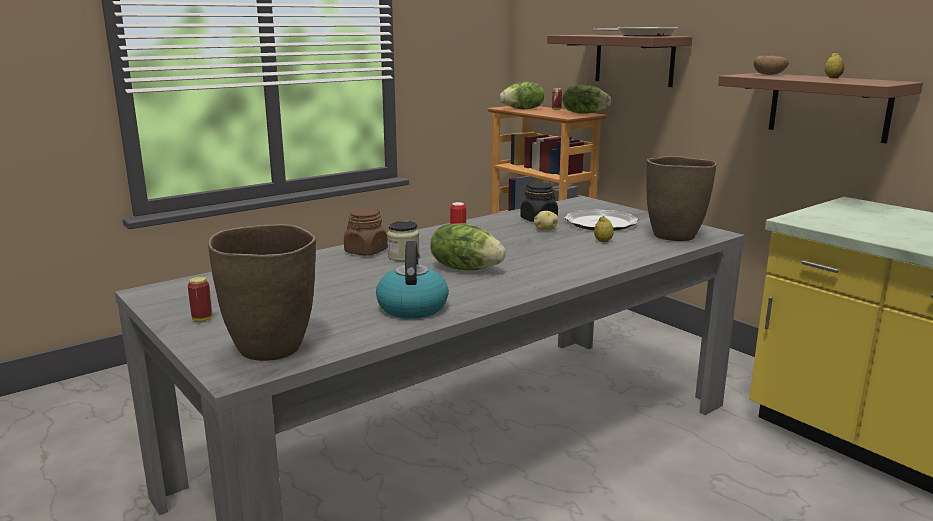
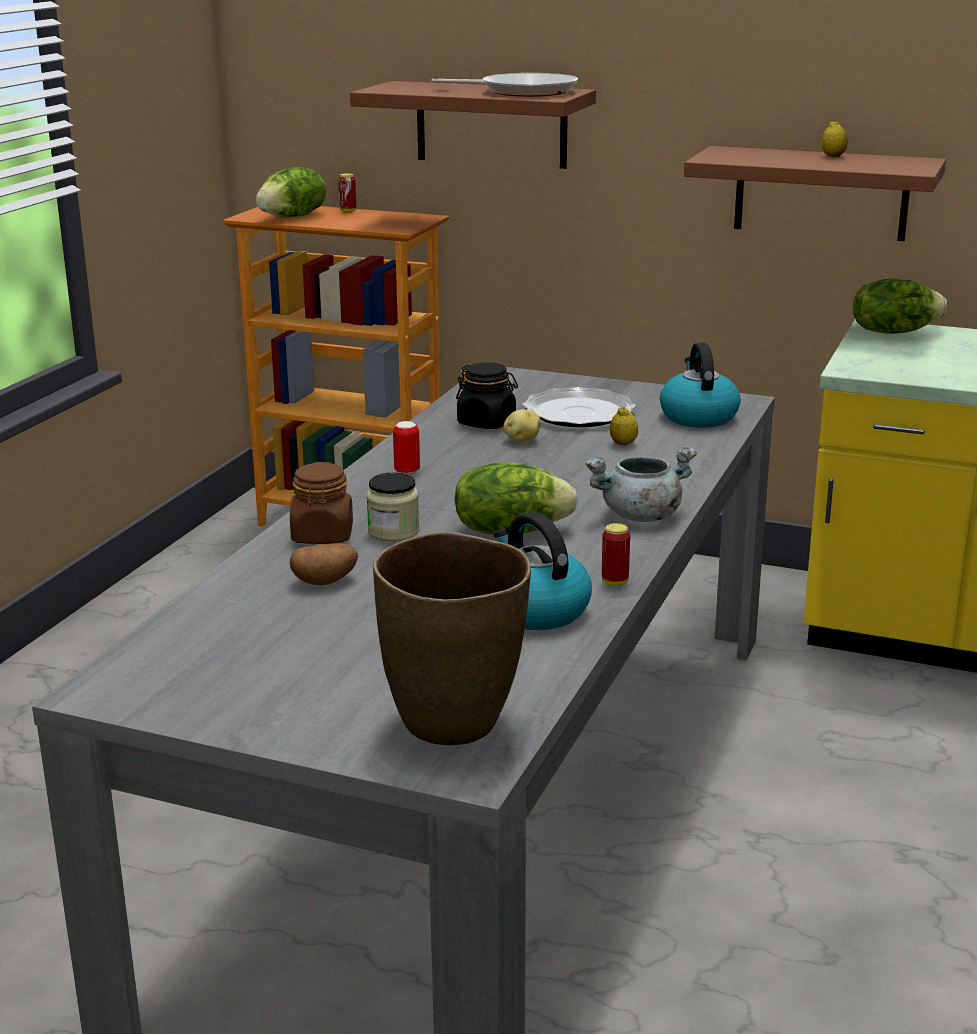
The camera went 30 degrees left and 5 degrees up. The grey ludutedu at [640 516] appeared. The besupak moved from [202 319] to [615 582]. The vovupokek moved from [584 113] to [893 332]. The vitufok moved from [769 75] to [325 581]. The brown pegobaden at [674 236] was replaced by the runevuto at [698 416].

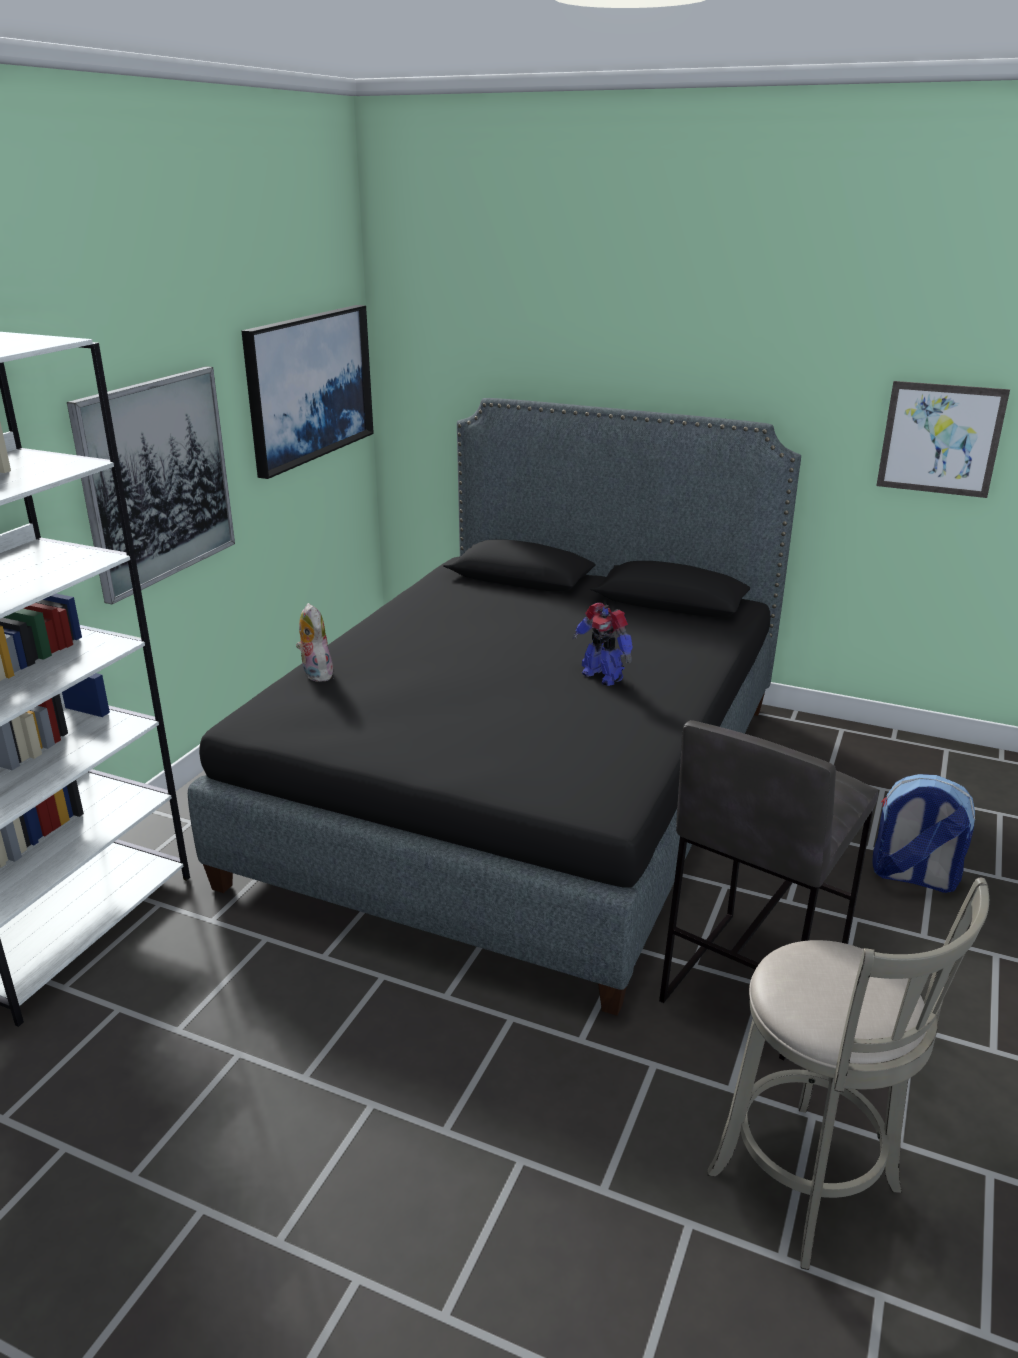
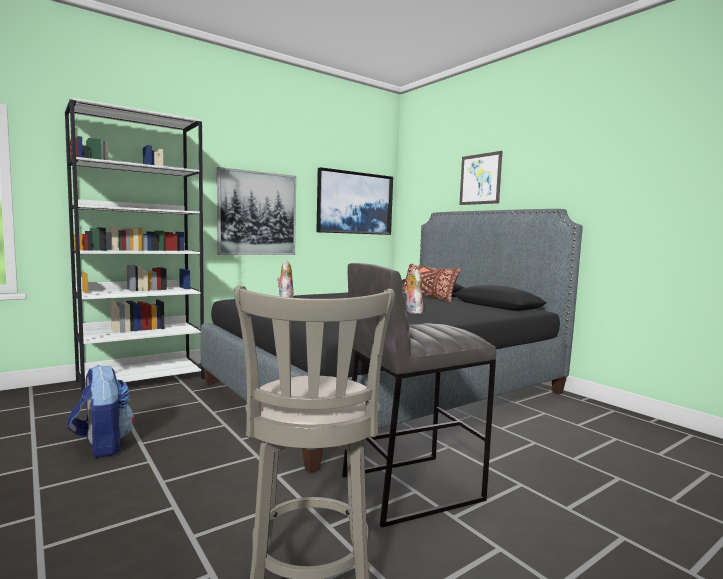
The camera went 30 degrees right and 20 degrees down. The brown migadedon at [428 297] appeared. The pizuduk moved from [913 877] to [102 446]. The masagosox moved from [940 439] to [480 179]. The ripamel at [602 676] was replaced by the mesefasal at [412 312].

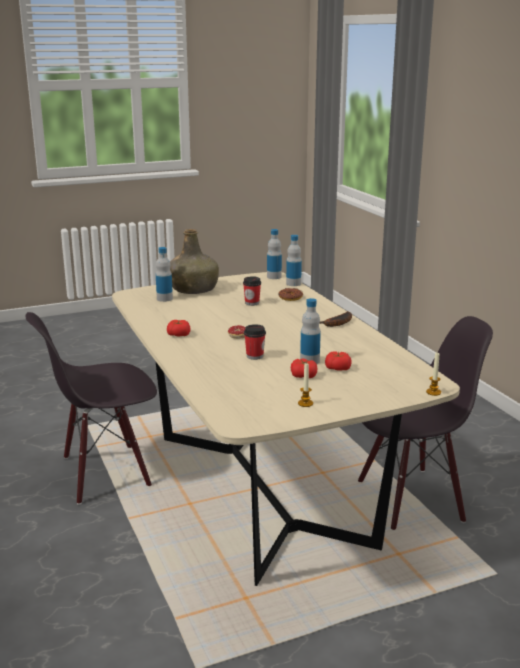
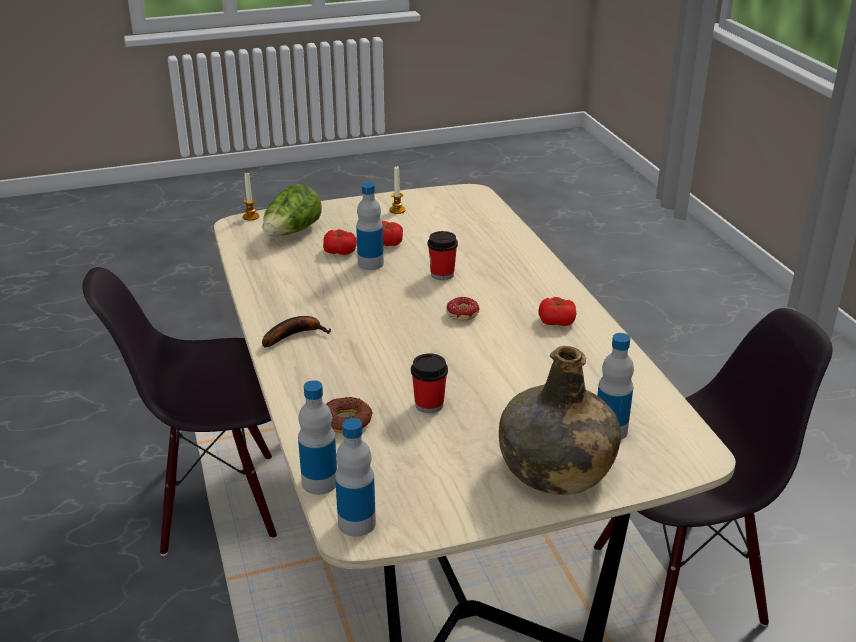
The camera went 175 degrees left and 10 degrees up. The vovupokek at [292 233] appeared.

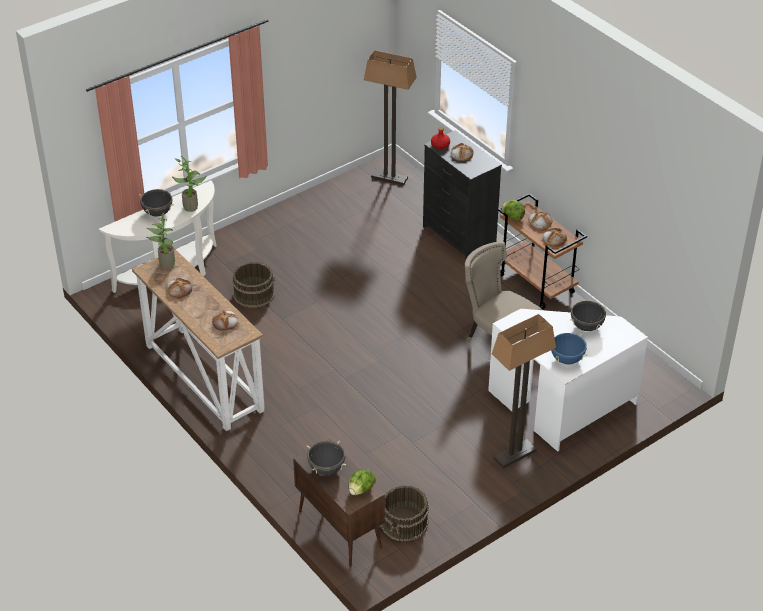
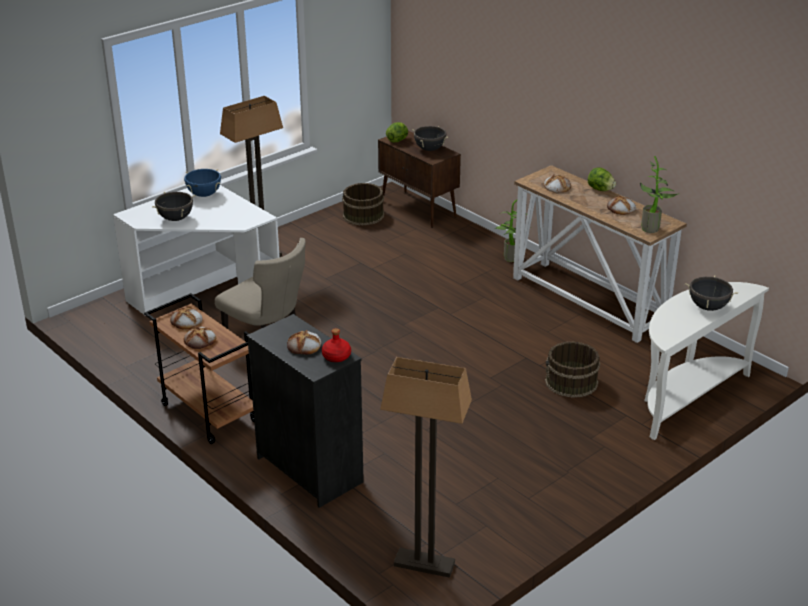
The camera went 175 degrees right and 10 degrees down. The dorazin moved from [192 206] to [510 259]. The vovupokek moved from [512 217] to [600 189].

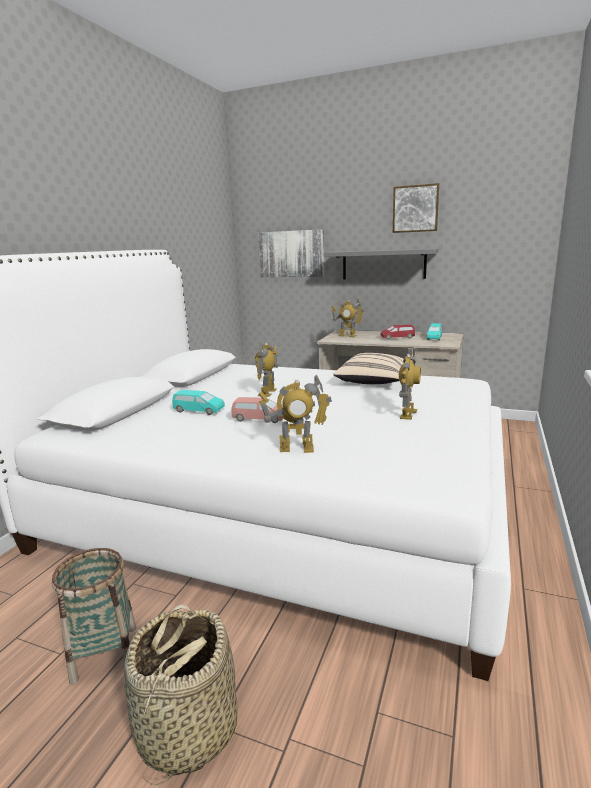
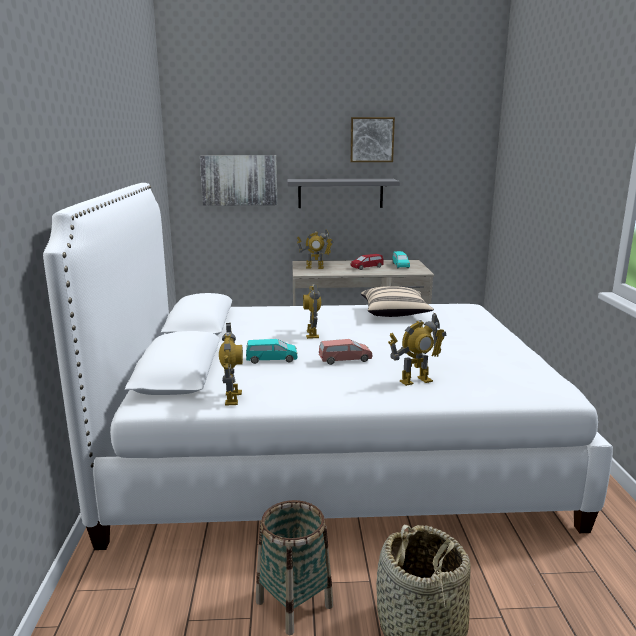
The camera went 25 degrees left and 0 degrees up. The ripamel moved from [407 414] to [232 398].

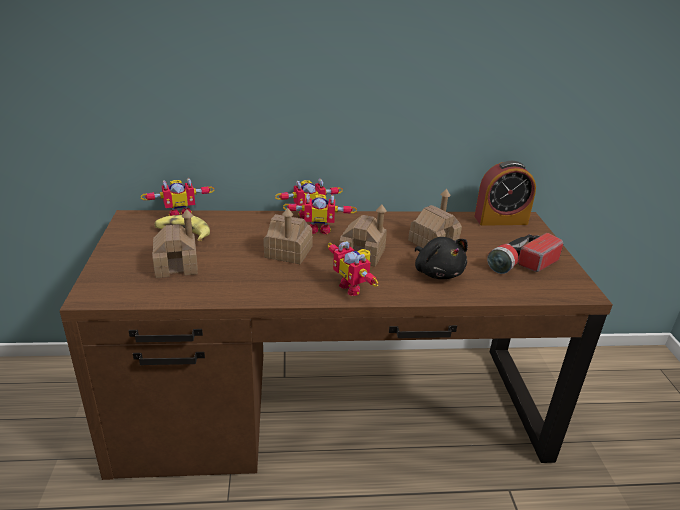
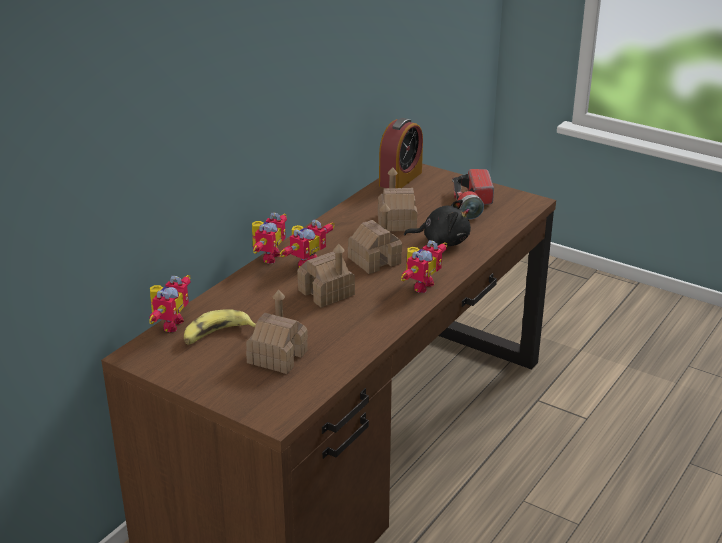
The camera went 50 degrees left and 0 degrees up. The ripamel at [354 287] turned 60 degrees counterclockwise.

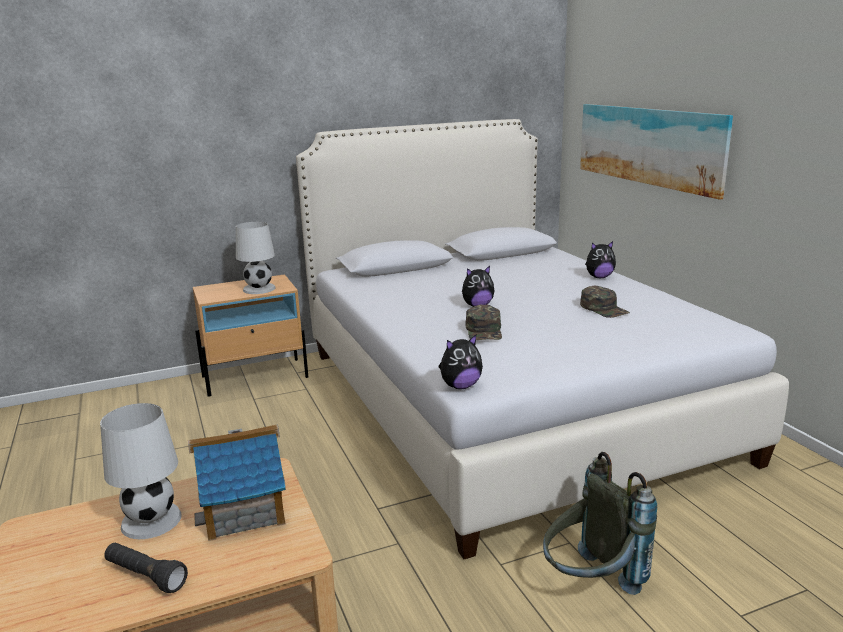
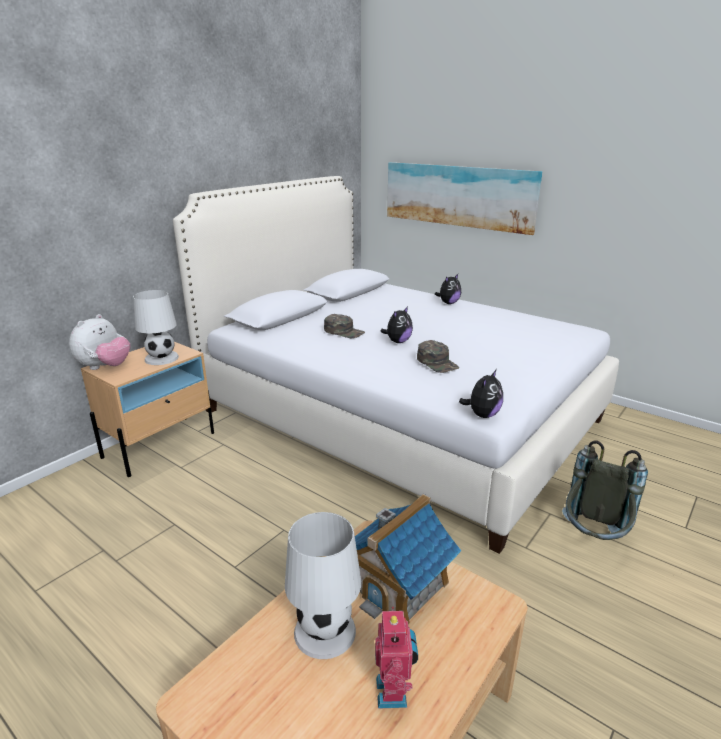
The camera went 30 degrees left and 5 degrees up. The mesefasal at [105 367] appeared. The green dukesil moved from [604 309] to [344 331]. The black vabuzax at [145 576] was replaced by the ripamel at [394 692].

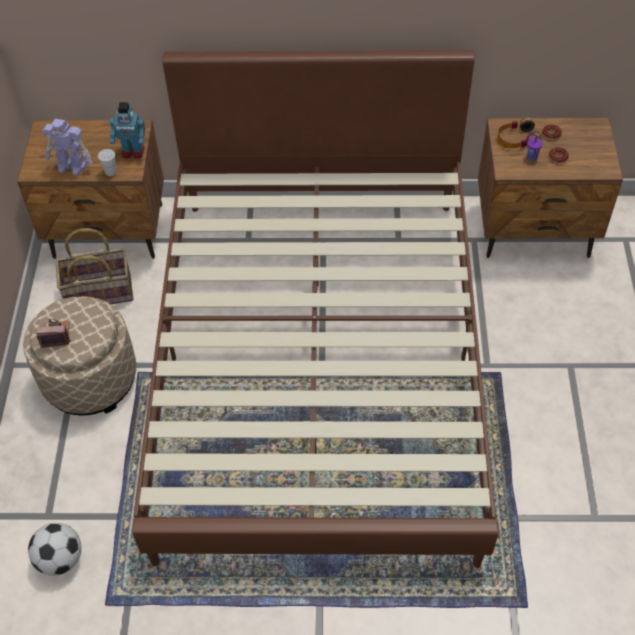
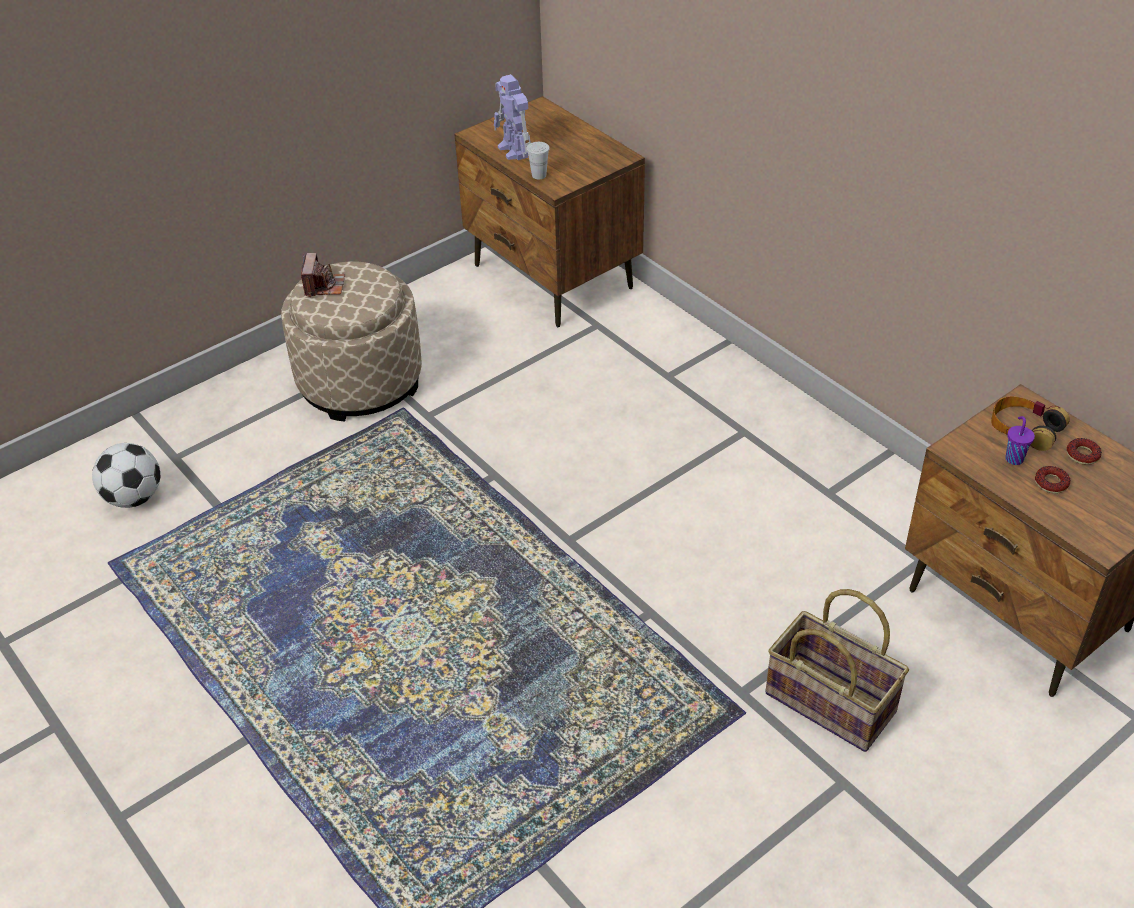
The camera went 50 degrees right and 10 degrees down. The ripamel at [133 152] disappeared. The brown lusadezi at [319 361] disappeared. The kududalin moved from [99 291] to [832 701]. The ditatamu at [55 335] turned 45 degrees clockwise.

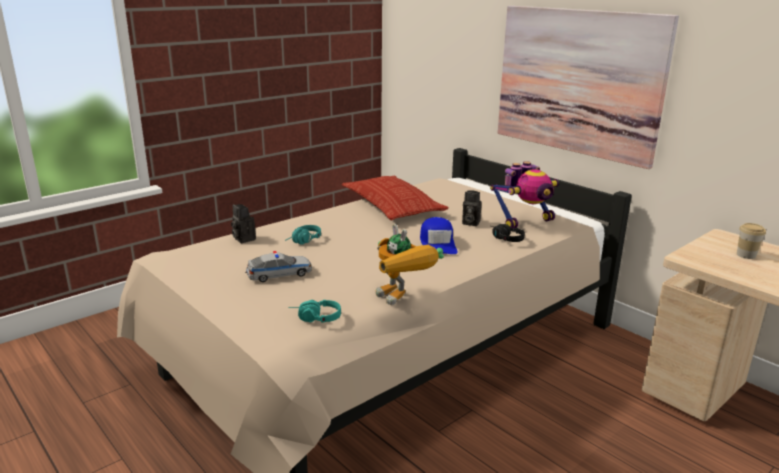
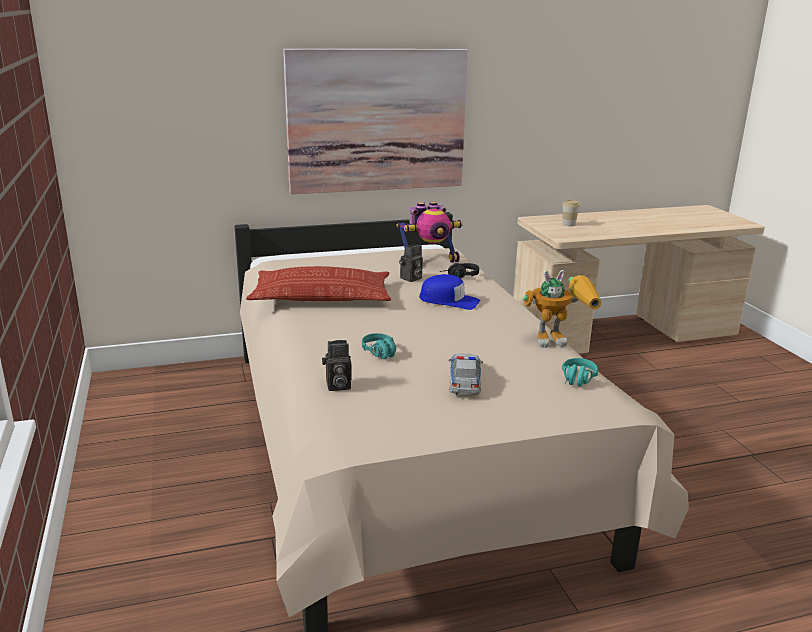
The camera went 65 degrees left and 0 degrees up. The ripamel at [525 221] turned 75 degrees clockwise.

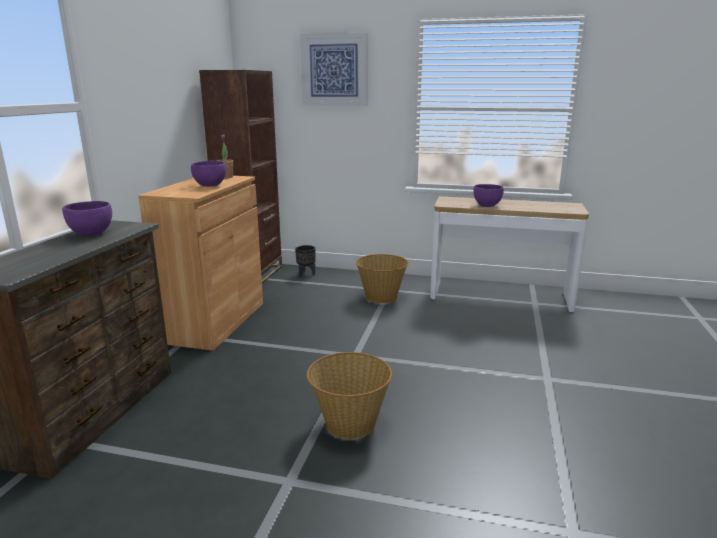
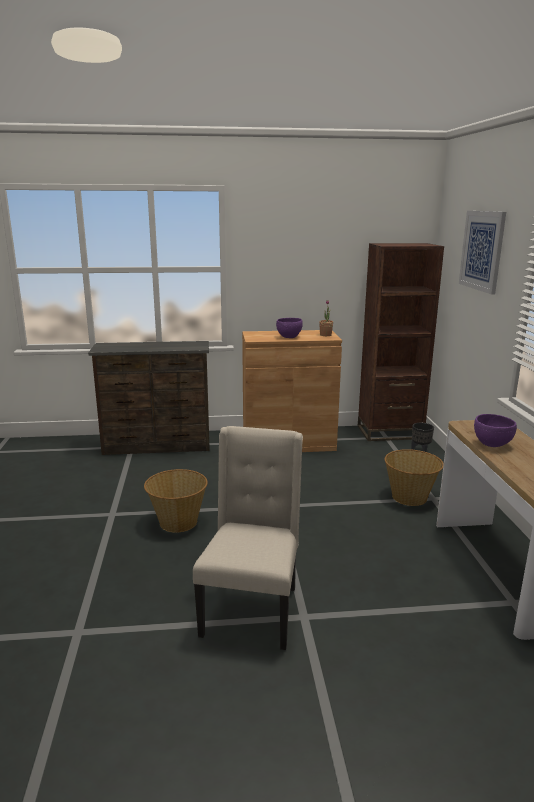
The camera went 70 degrees right and 0 degrees up. The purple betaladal at [91 234] disappeared. The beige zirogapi at [252 610] appeared.

